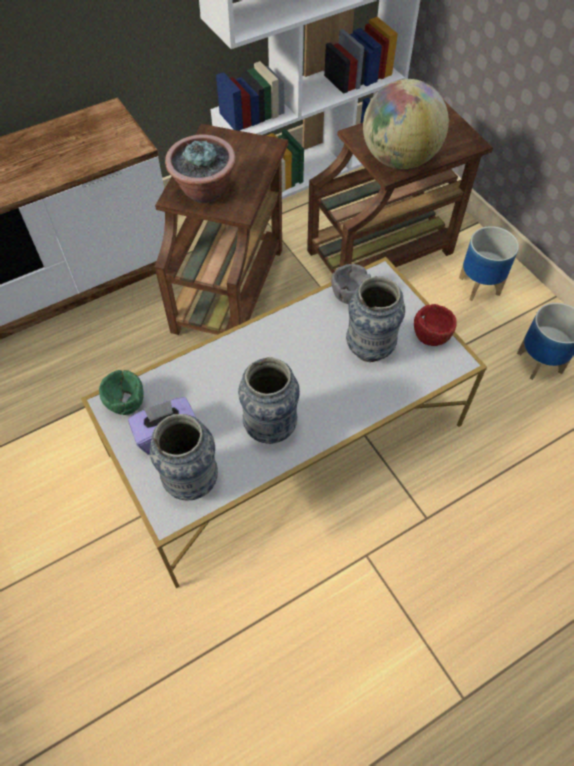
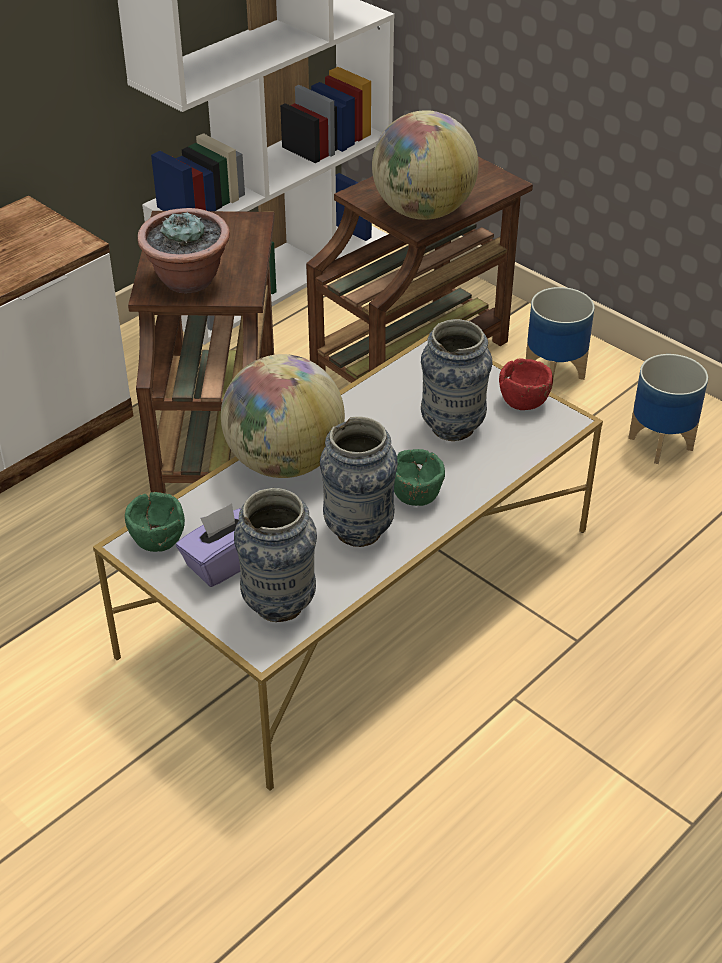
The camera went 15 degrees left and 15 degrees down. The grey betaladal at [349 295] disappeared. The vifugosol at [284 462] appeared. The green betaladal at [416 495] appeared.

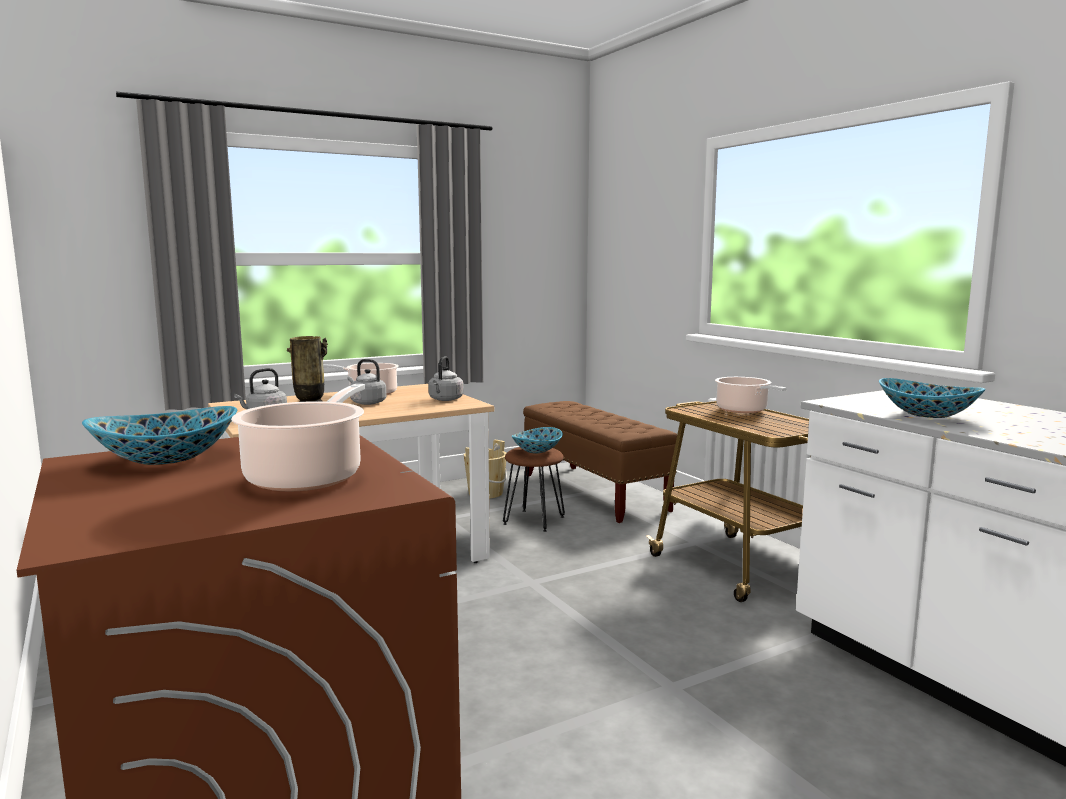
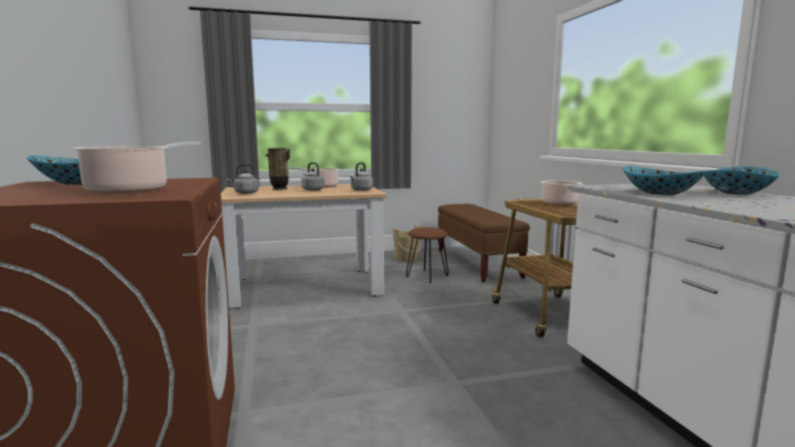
The camera went 15 degrees right and 0 degrees up. The betaladal moved from [536 450] to [735 193].

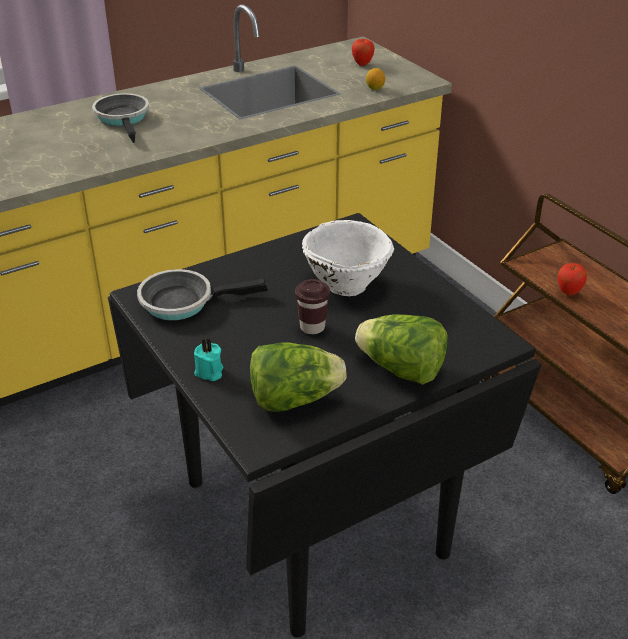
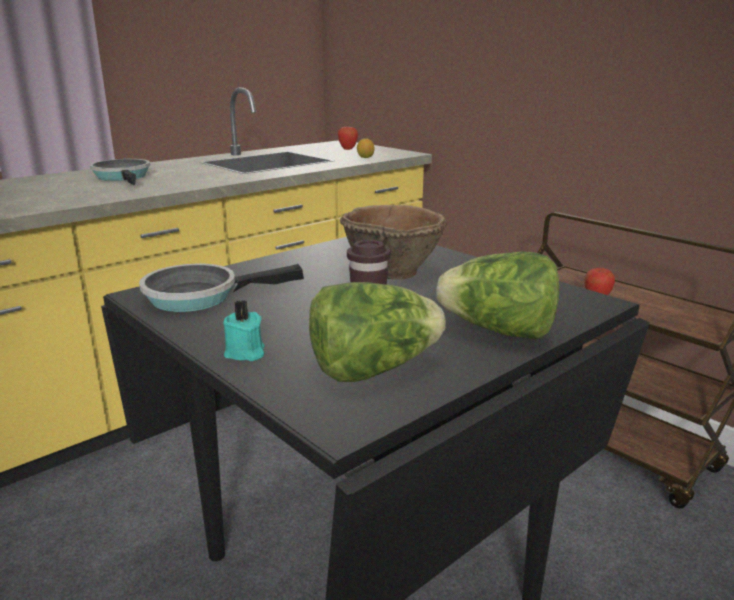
The camera went 10 degrees left and 15 degrees down. The white betaladal at [346 283] became the brown betaladal at [392 271].

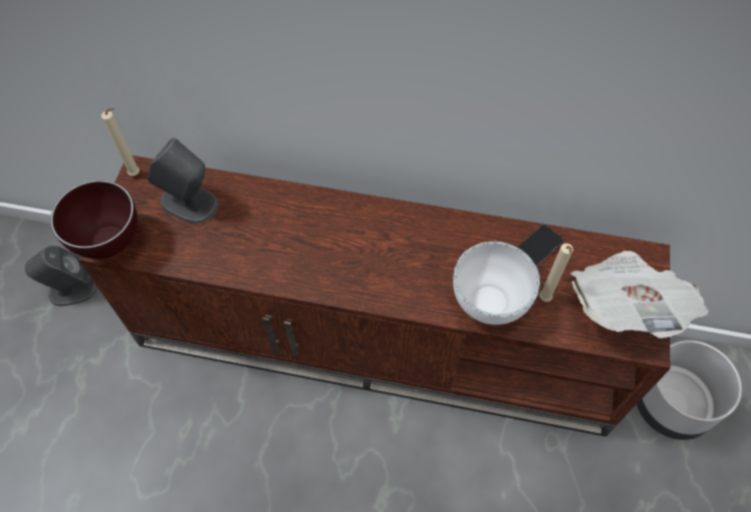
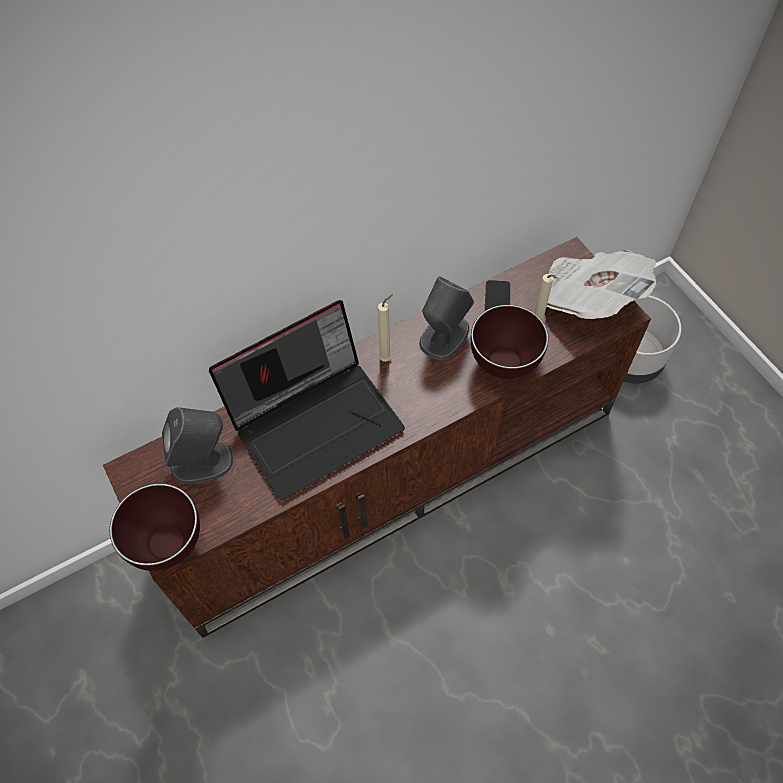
The camera went 40 degrees left and 0 degrees up. The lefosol at [316 420] appeared. The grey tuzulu moved from [72 290] to [444 336]. The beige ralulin moved from [136 174] to [387 358]. The white betaladal at [489 307] became the brown betaladal at [505 366].

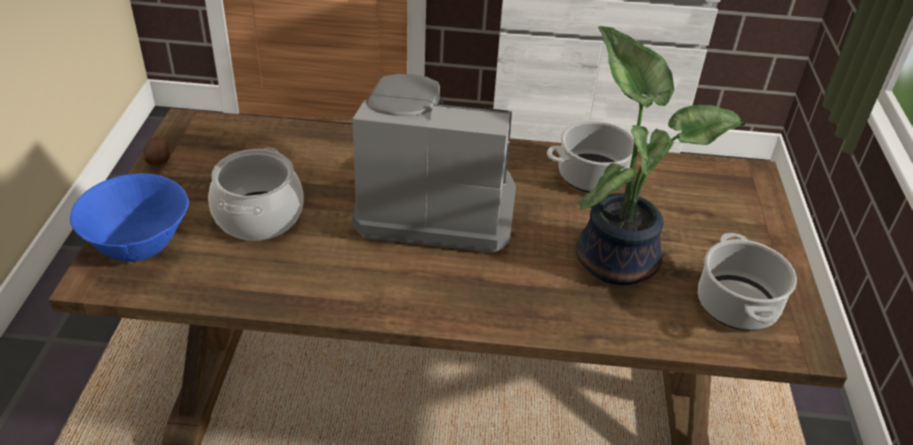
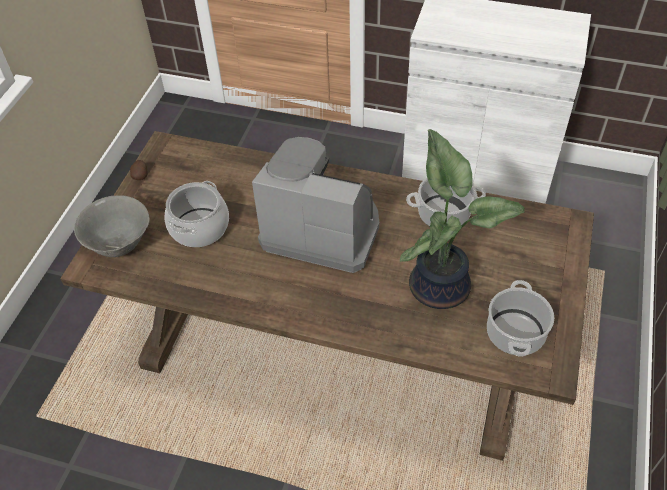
The camera went 15 degrees right and 10 degrees up. The blue betaladal at [140 246] became the grey betaladal at [120 244].

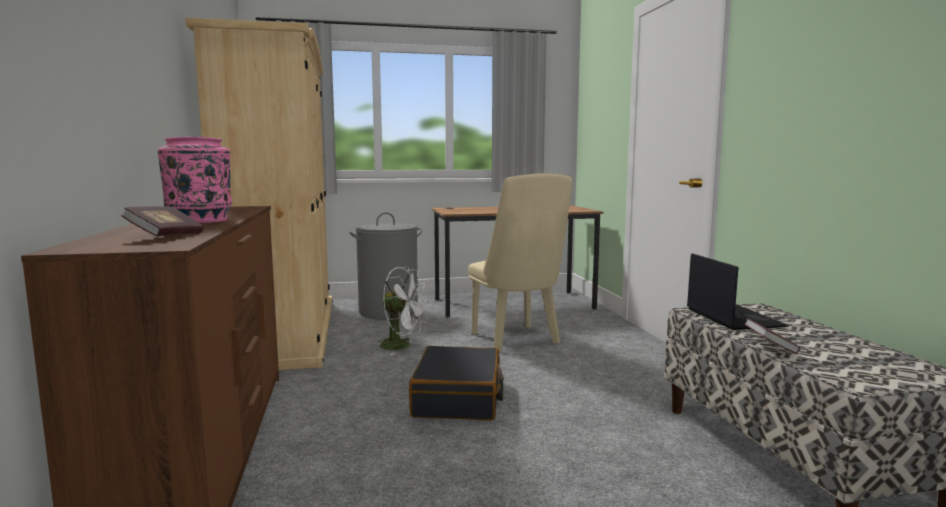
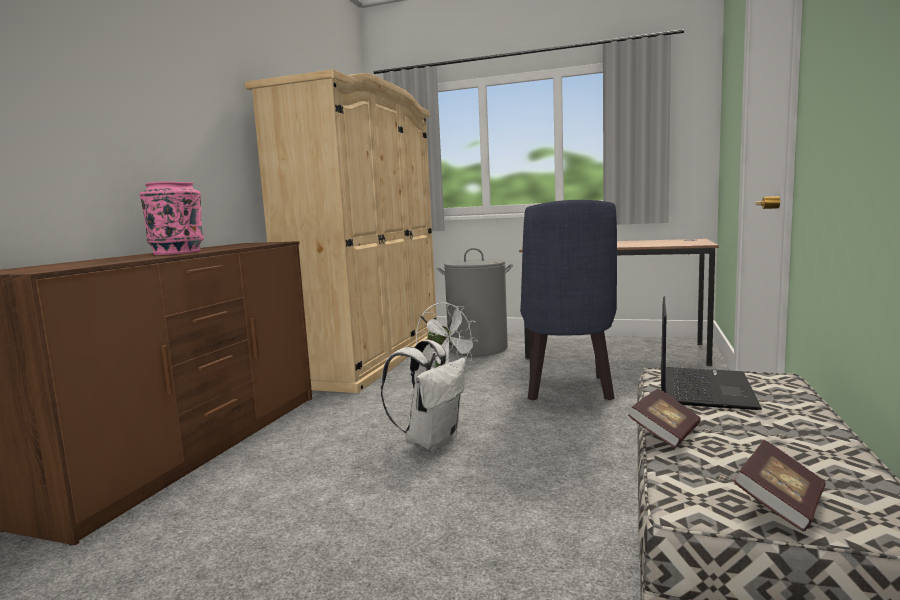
The camera went 30 degrees right and 0 degrees up. The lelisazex moved from [166 236] to [780 504]. The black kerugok at [458 398] was replaced by the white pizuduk at [431 441]. The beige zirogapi at [518 340] became the blue zirogapi at [568 391].

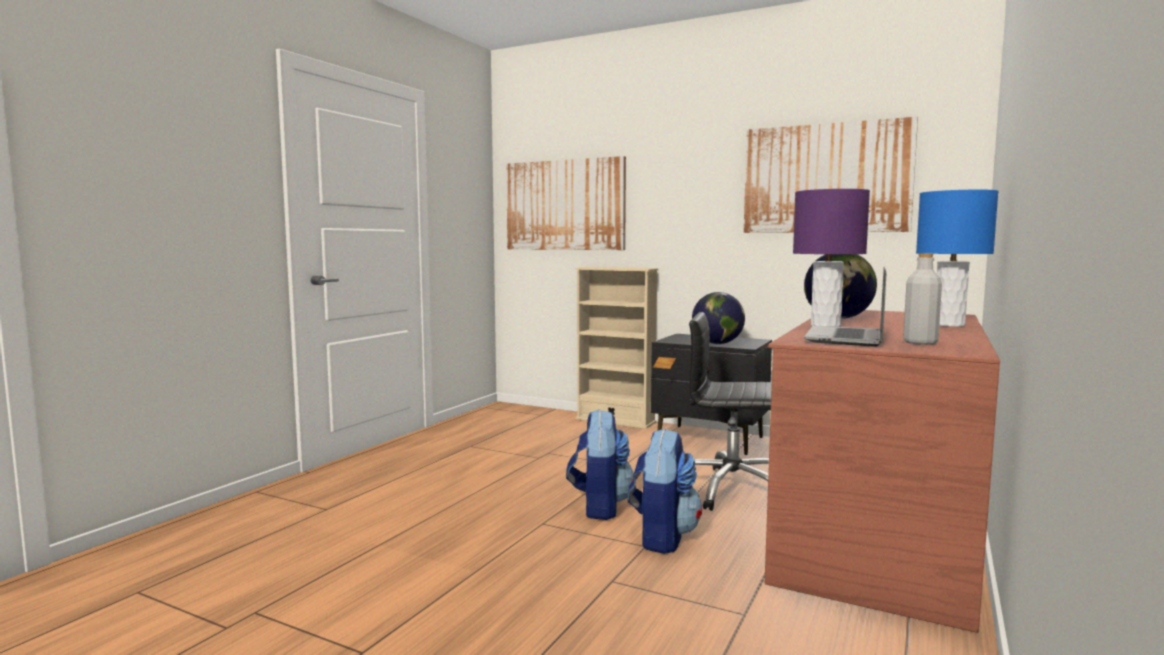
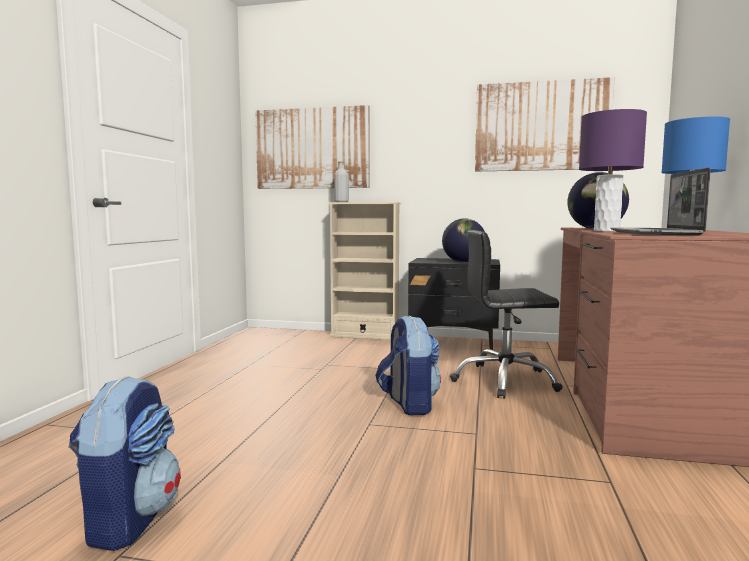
The camera went 15 degrees left and 0 degrees up. The pizuduk moved from [662 537] to [129 519]. The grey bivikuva moved from [920 342] to [341 202].

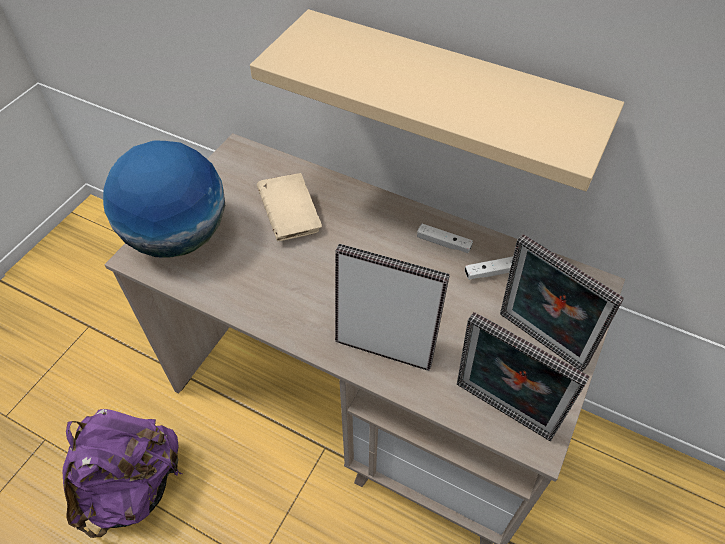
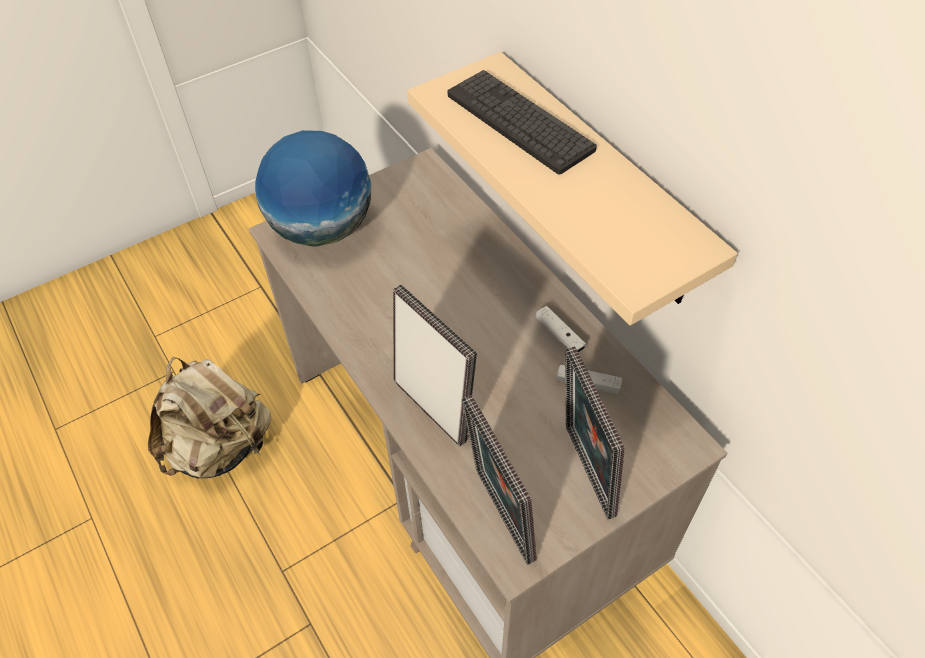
The camera went 30 degrees right and 0 degrees up. The beige lelisazex at [290 219] disappeared. The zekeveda at [519 122] appeared. The purple pizuduk at [134 486] became the beige pizuduk at [220 447].

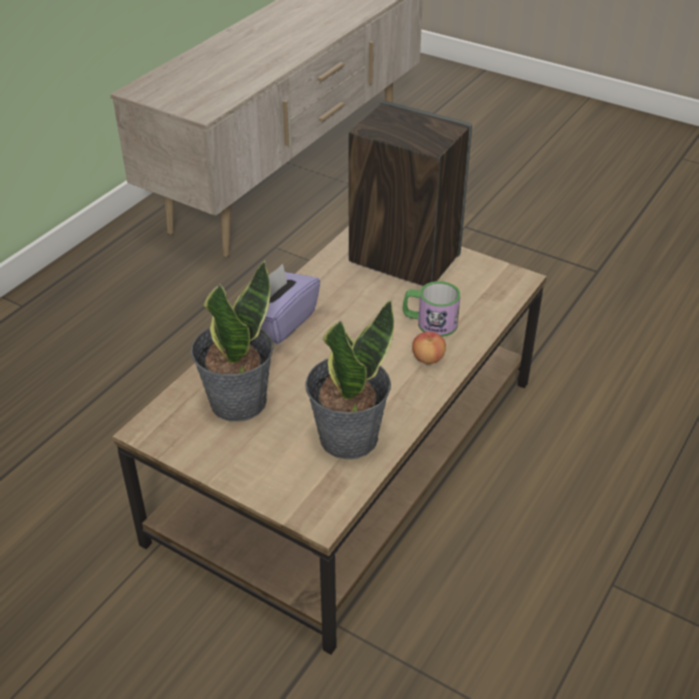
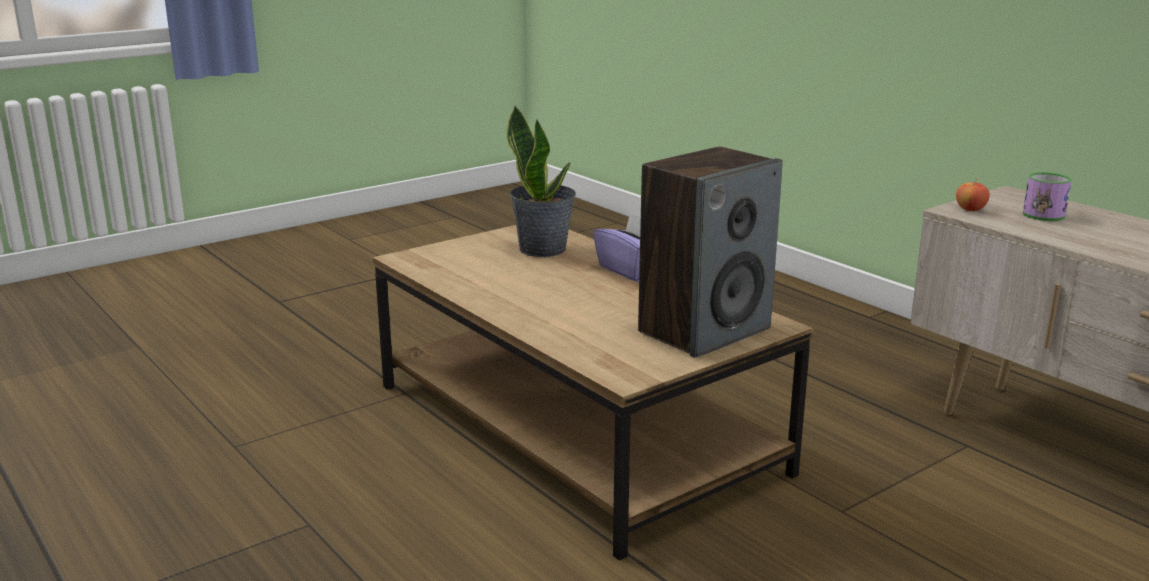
The camera went 110 degrees right and 20 degrees down. The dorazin at [347 437] disappeared. The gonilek moved from [429 323] to [1045 213]. The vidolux moved from [428 358] to [970 209].

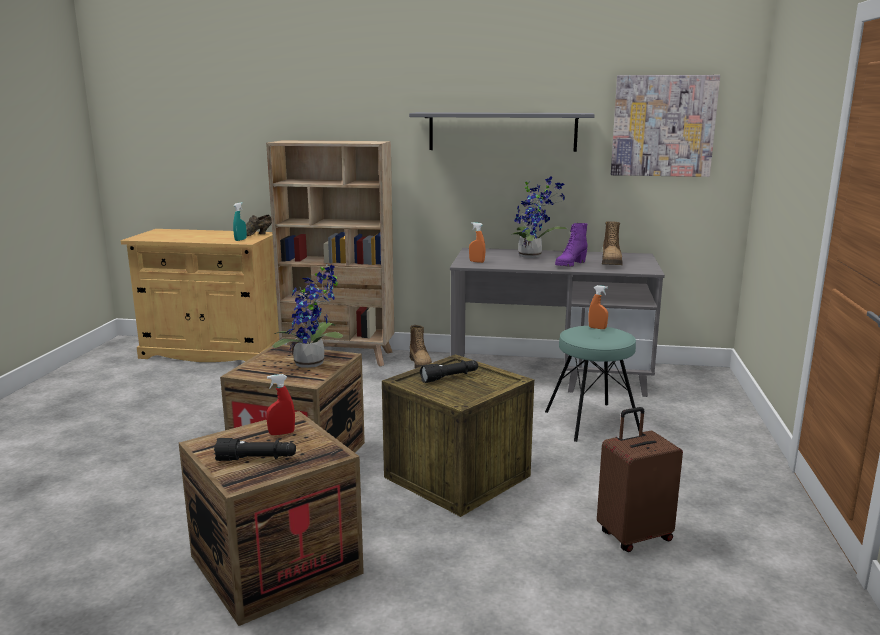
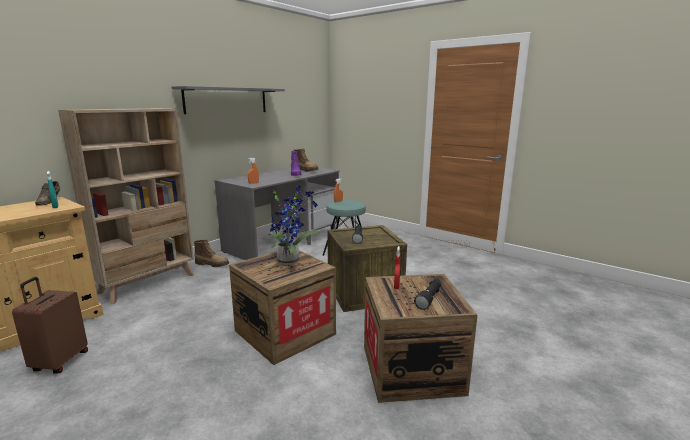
The camera went 60 degrees left and 0 degrees up. The dorazin at [532 256] disappeared. The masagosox at [663 126] disappeared. The brown kerugok moved from [633 535] to [59 362].

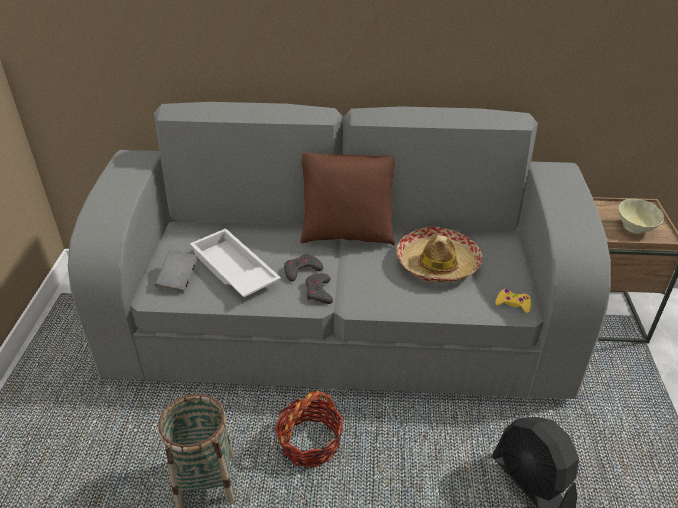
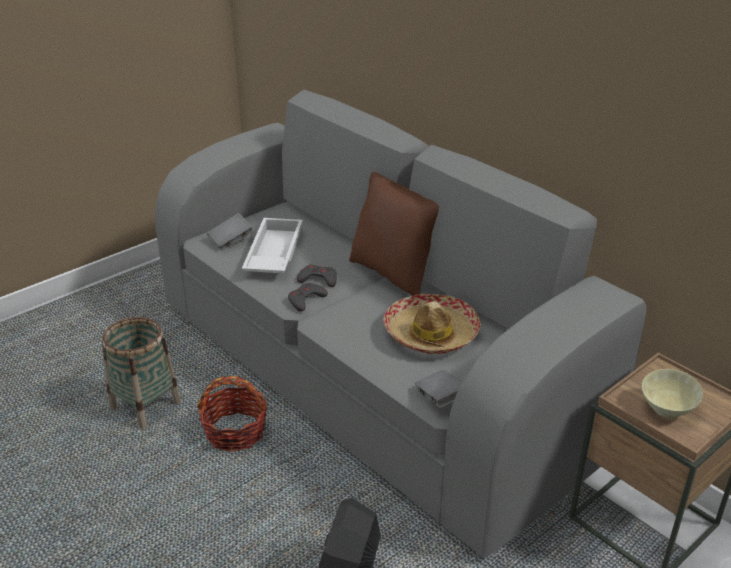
The camera went 45 degrees right and 5 degrees down. The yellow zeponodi at [513 304] was replaced by the grey lelisazex at [441 398].

